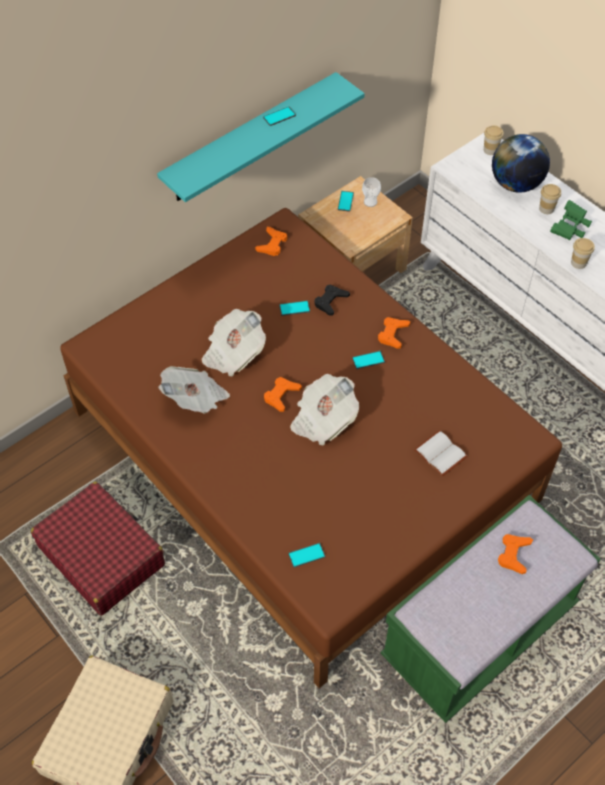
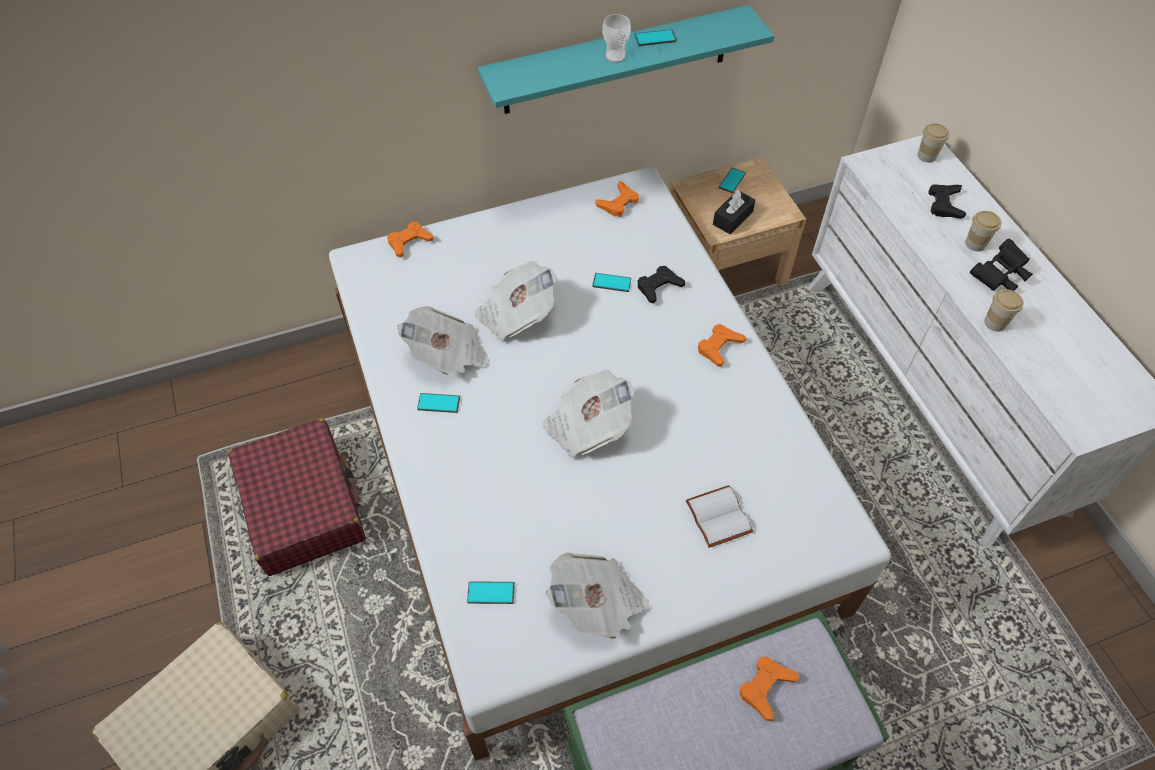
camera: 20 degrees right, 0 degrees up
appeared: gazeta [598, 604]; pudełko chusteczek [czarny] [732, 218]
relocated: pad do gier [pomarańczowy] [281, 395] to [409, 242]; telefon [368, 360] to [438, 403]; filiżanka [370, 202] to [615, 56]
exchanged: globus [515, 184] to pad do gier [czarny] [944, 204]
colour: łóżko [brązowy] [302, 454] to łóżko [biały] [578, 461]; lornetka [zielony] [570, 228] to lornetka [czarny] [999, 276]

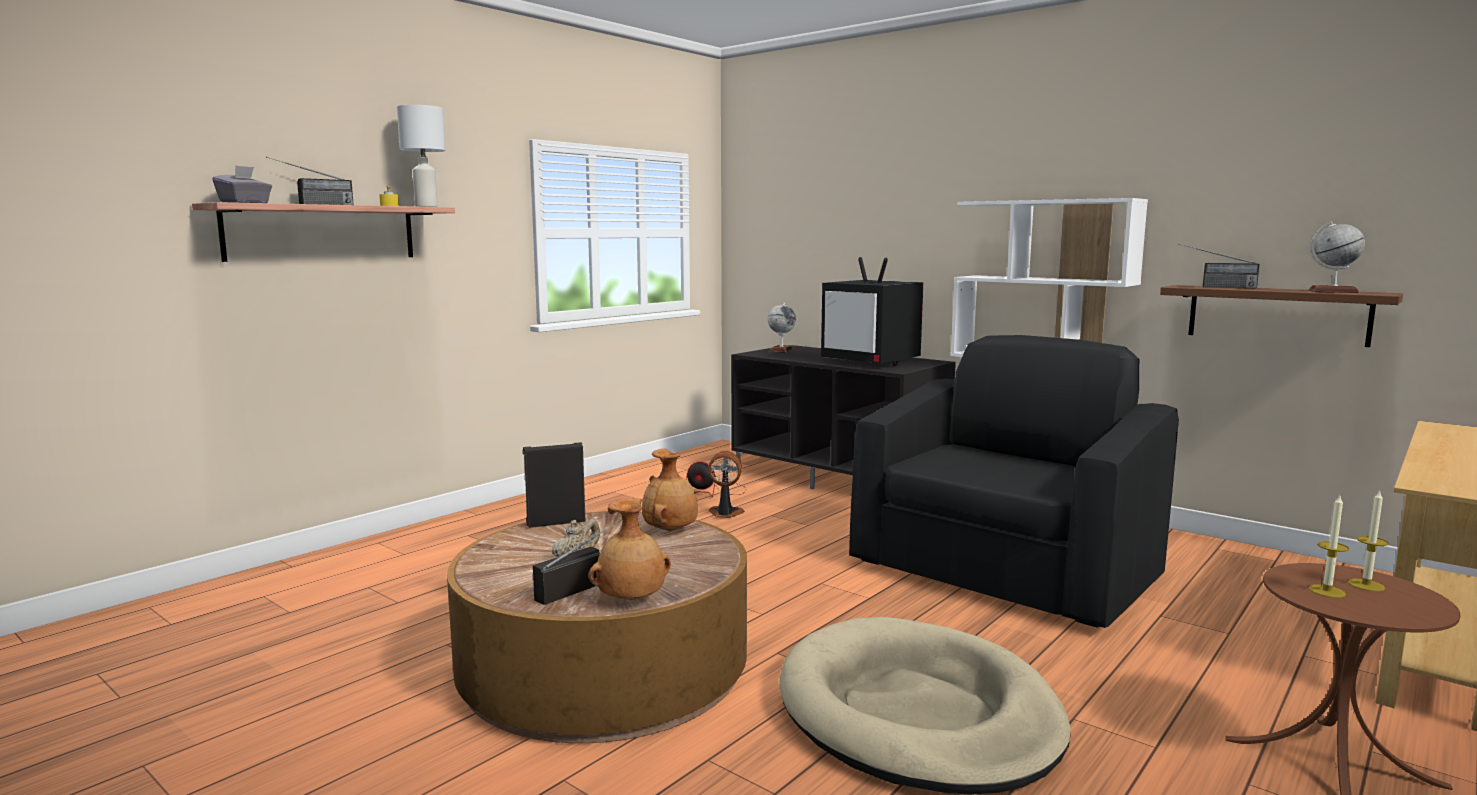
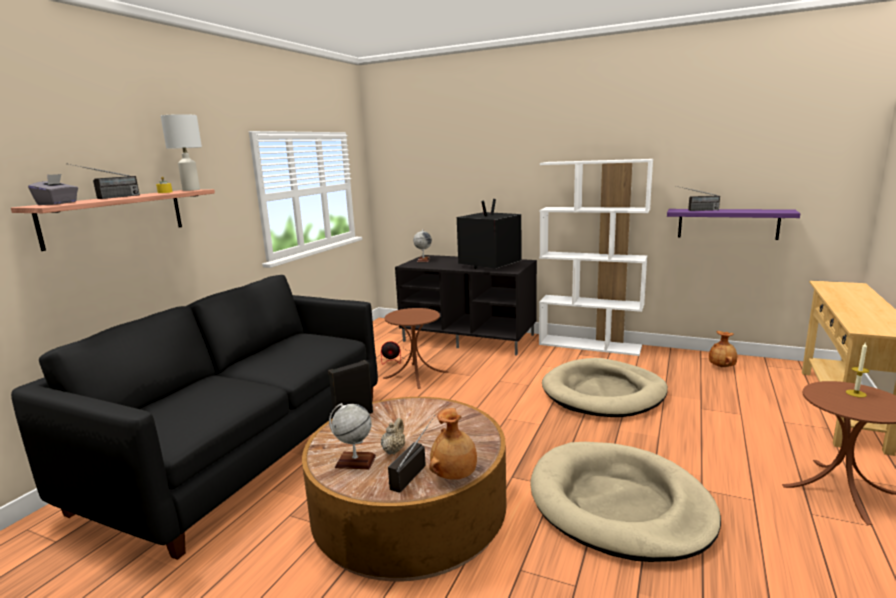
camera: 15 degrees left, 5 degrees up
missing: świeca [1327, 591]
appeared: kanapa [czarny] [244, 449]
relocated: wazon [brązowy] [671, 530] to [722, 367]; globus [1333, 291] to [355, 461]
exchanged: wentylator [725, 514] to stolik [brązowy] [415, 375]; fotel [czarny] [1003, 573] to legowisko [beżowy] [603, 393]
colour: półka [brązowy] [1277, 314] to półka [fioletowy] [727, 224]
spun: telewizor [871, 362] = [489, 265] 105 degrees clockwise

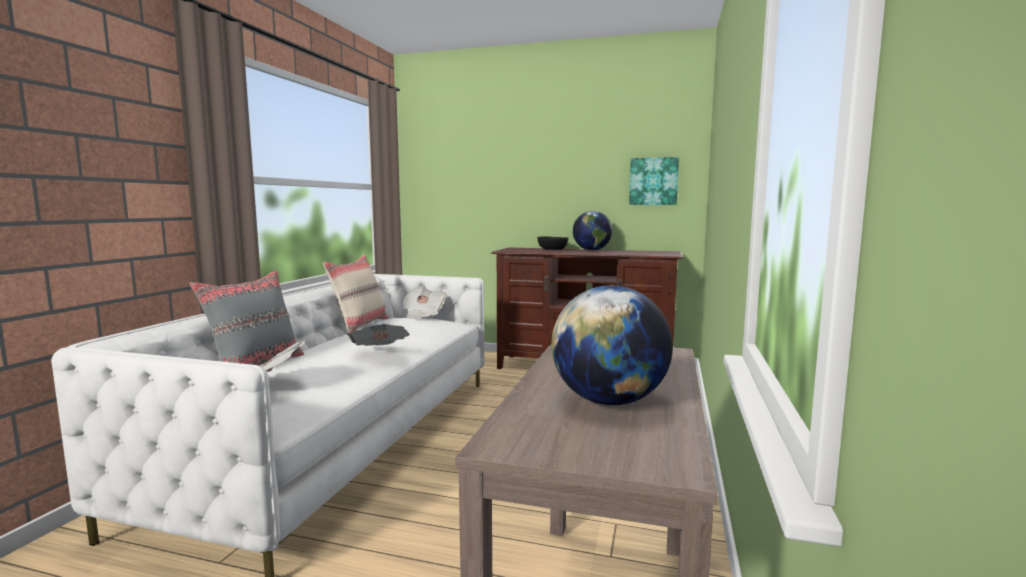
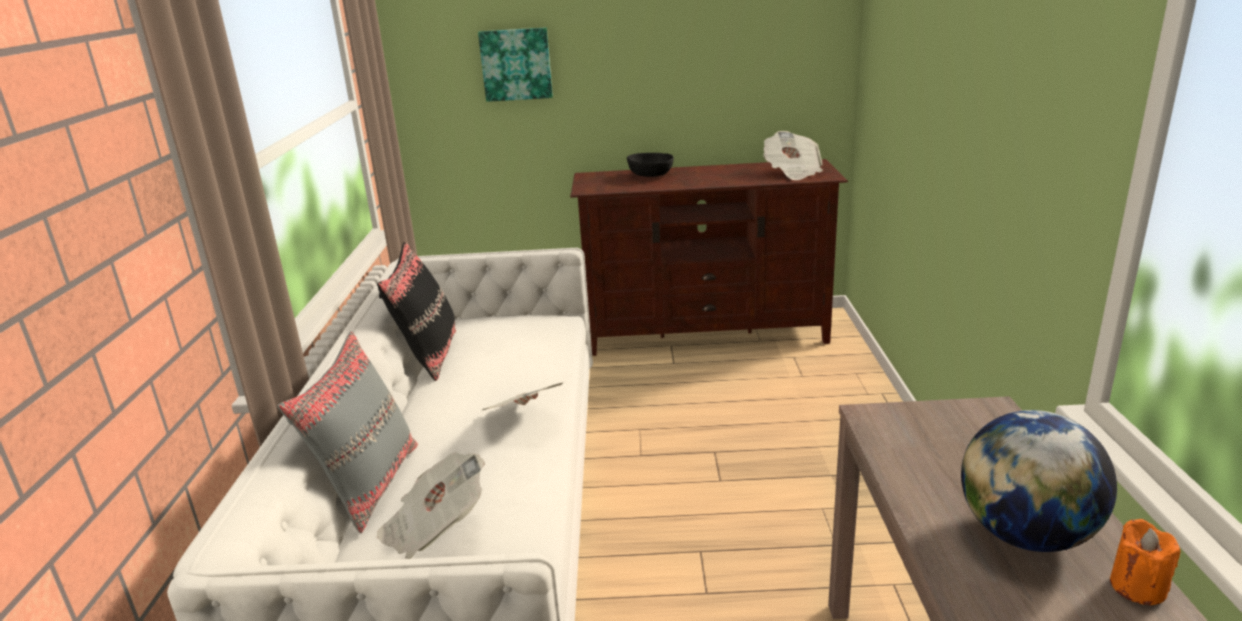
camera: 15 degrees left, 15 degrees up
missing: globus [592, 250]
appeared: świeca [pomarańczowy] [1137, 587]
relocated: gazeta [423, 314] to [792, 172]; obraz [653, 181] to [516, 64]
colour: poduszka [beżowy] [359, 325] to poduszka [czarny] [428, 355]

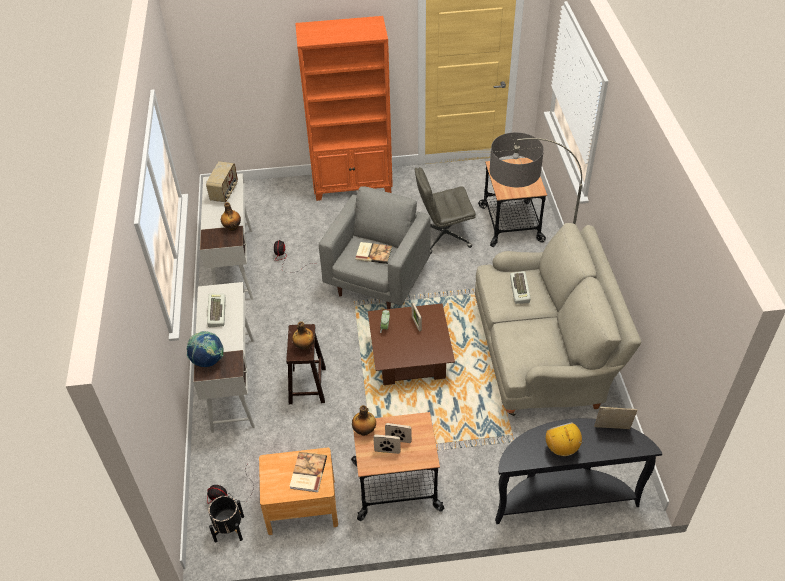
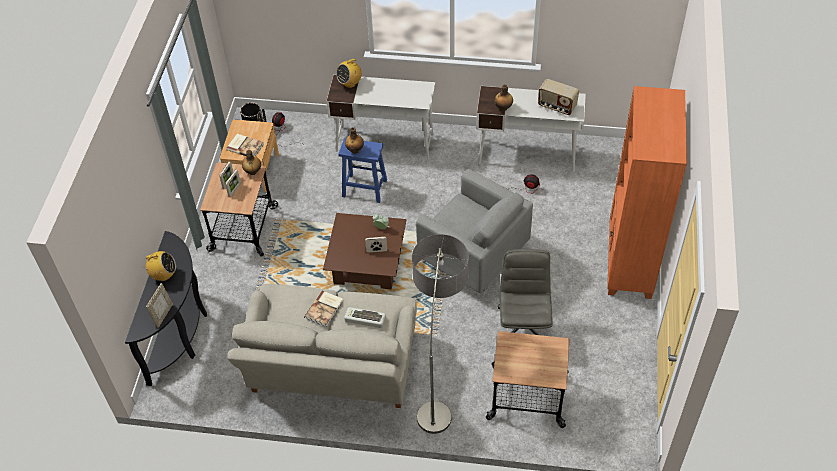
camera: 105 degrees right, 5 degrees up
missing: klawiatura [216, 312]
relocated: książka [373, 253] to [325, 309]
exchanged: globus [208, 361] to radio [350, 83]
colour: stołek [brązowy] [307, 386] to stołek [niebieski] [363, 188]

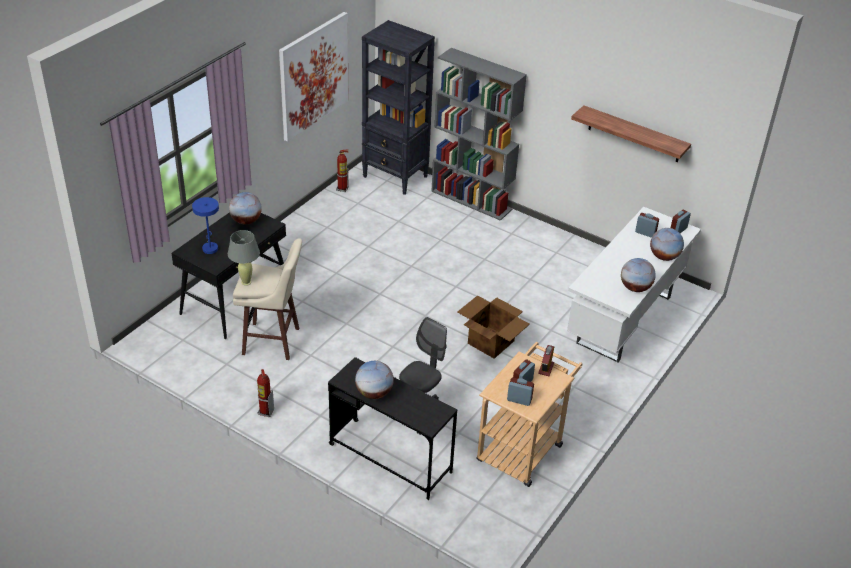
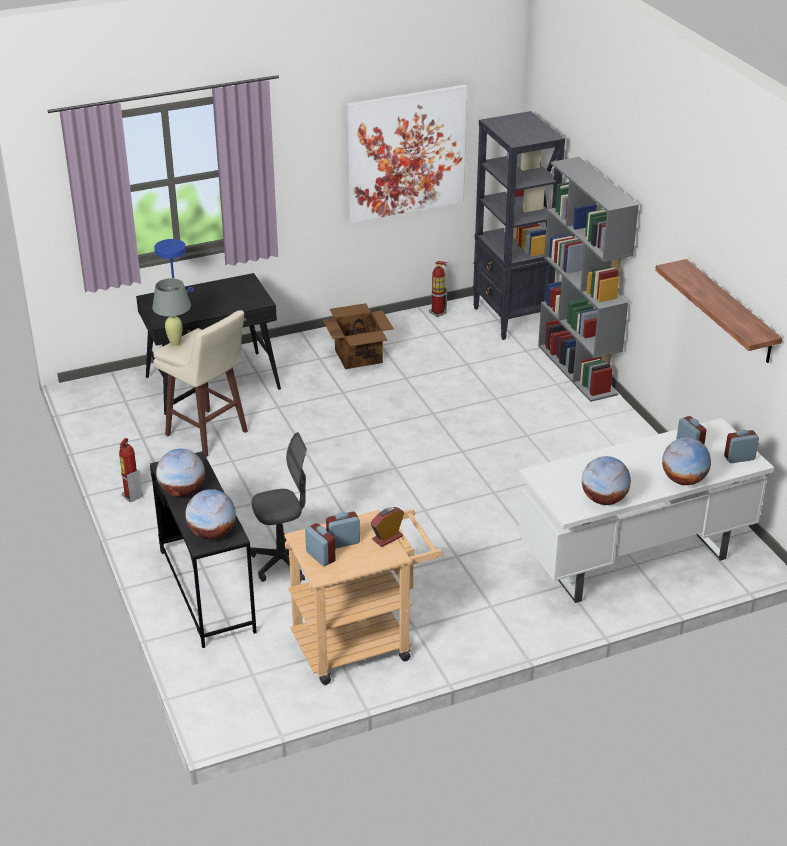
camera: 35 degrees right, 5 degrees down
relocated: globus [246, 221] to [212, 533]; karton [490, 341] to [358, 356]

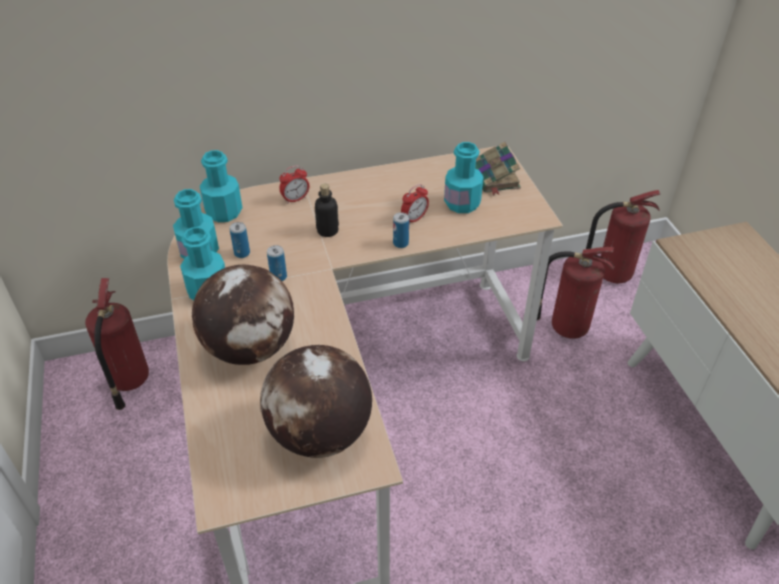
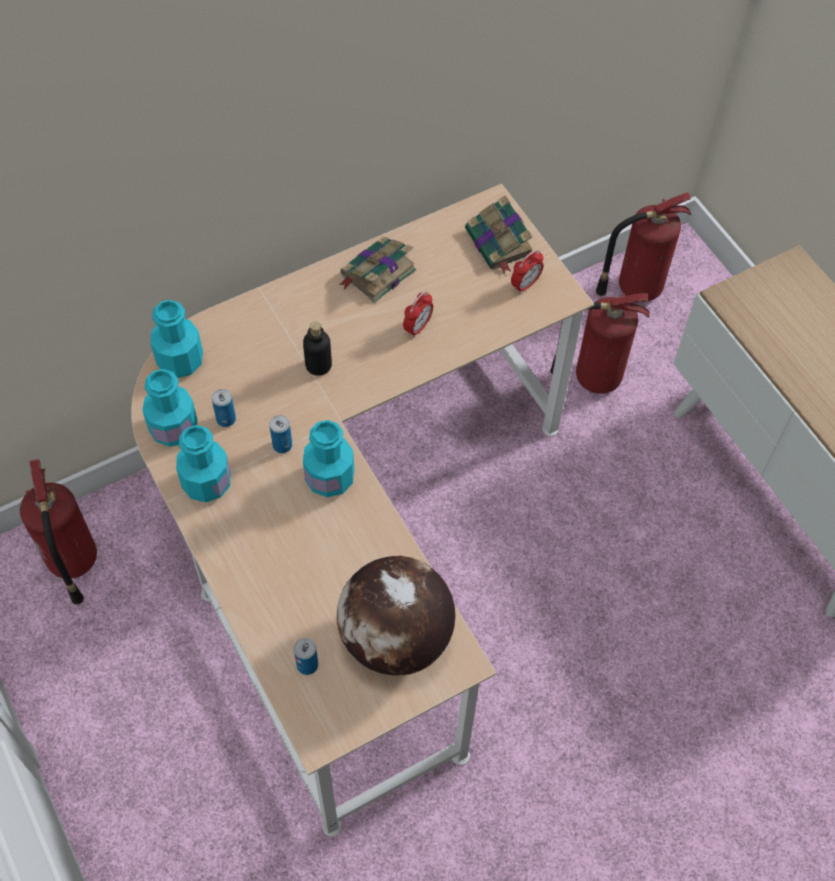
camera: 15 degrees left, 15 degrees up
missing: globus [250, 348]
appeared: książka [377, 273]
relocated: budzik [295, 199] to [525, 284]; puszka [400, 243] to [307, 665]; butelka [turkusowy] [462, 203] to [330, 478]

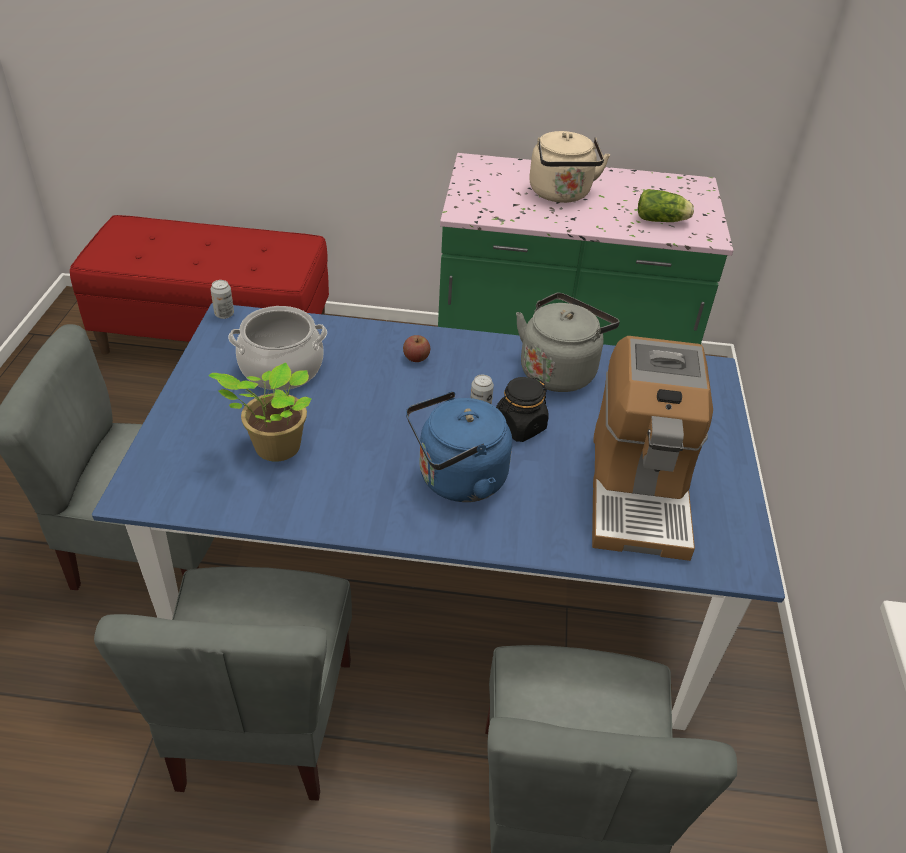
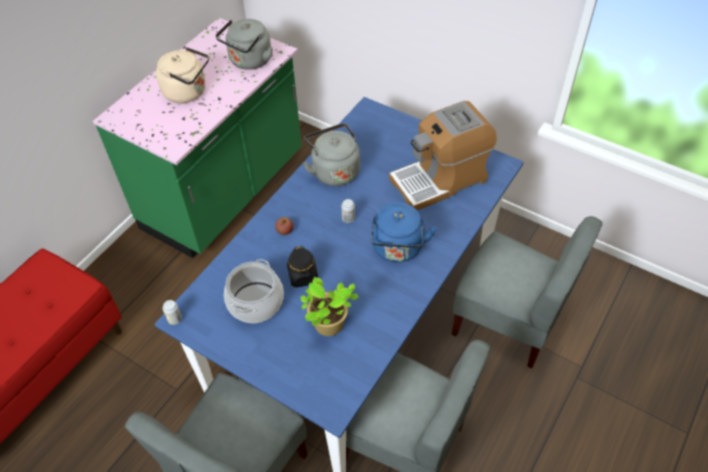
camera: 60 degrees left, 10 degrees up
relocated: słoik [czarny] [519, 427] to [303, 276]
exchanged: sałata [662, 220] to czajnik [szary] [249, 61]
spun: ekspres do kawy [638, 490] = [440, 180] 120 degrees clockwise

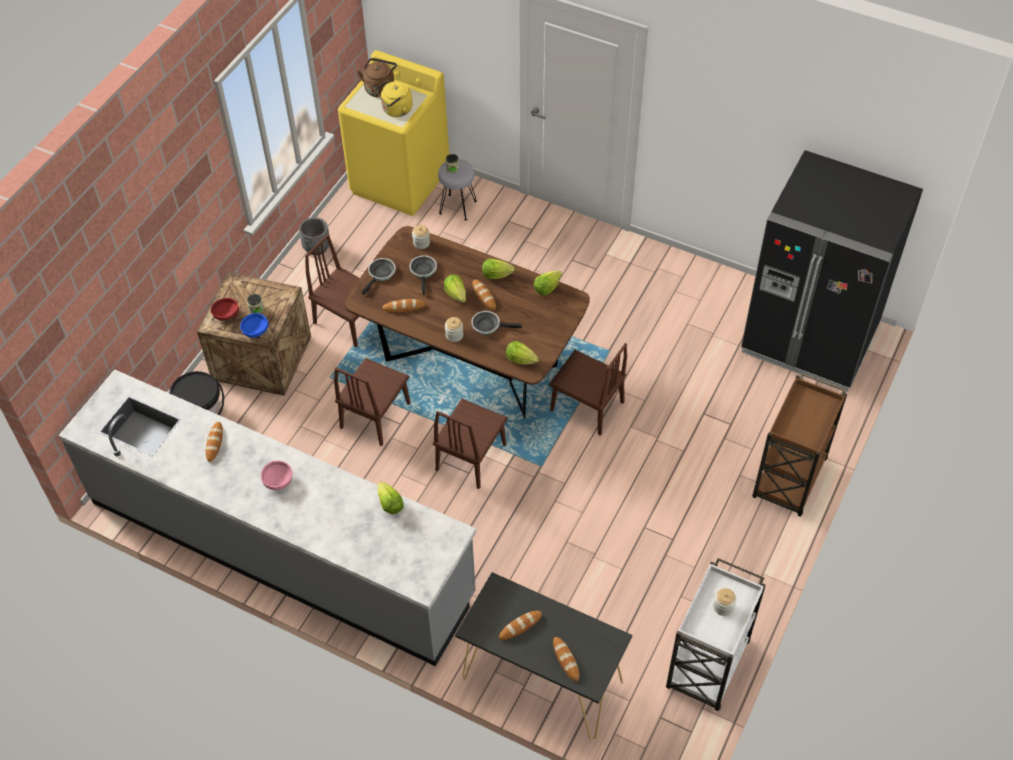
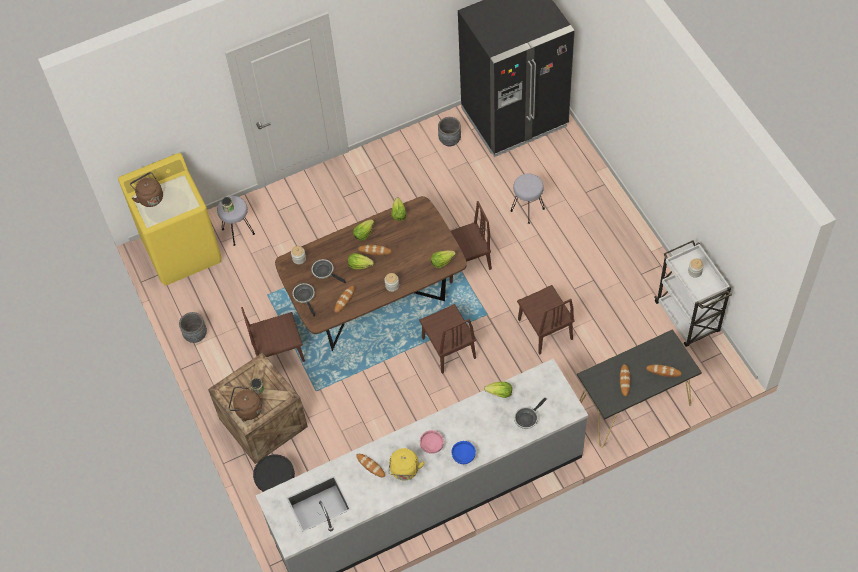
camera: 50 degrees left, 5 degrees up
missing: wózek [brązowy] [789, 480]
appeared: donica [szary] [450, 140]; stołek [szary] [528, 209]
relocated: miska [niebieski] [255, 331] to [463, 456]; krzesło [brązowy] [375, 415] to [545, 329]; czajnik [żółty] [395, 110] to [405, 471]; patelnia [488, 325] to [527, 418]
exchanged: miska [czerwony] [226, 315] to czajnik [brązowy] [247, 410]

